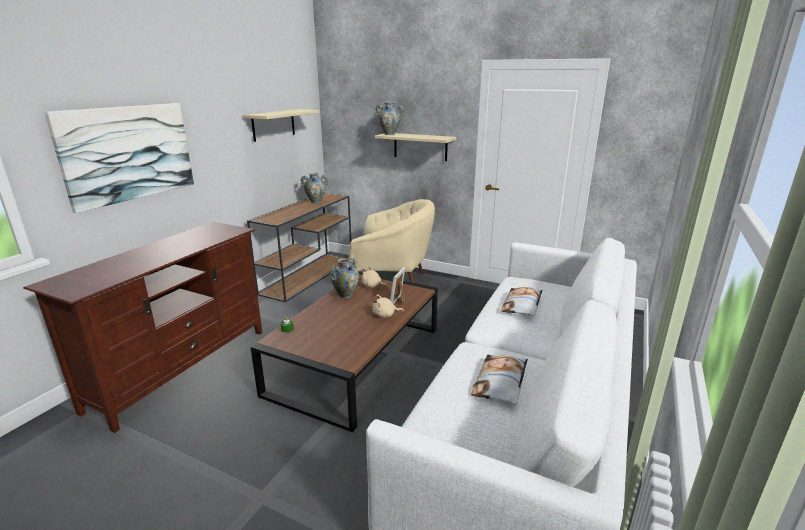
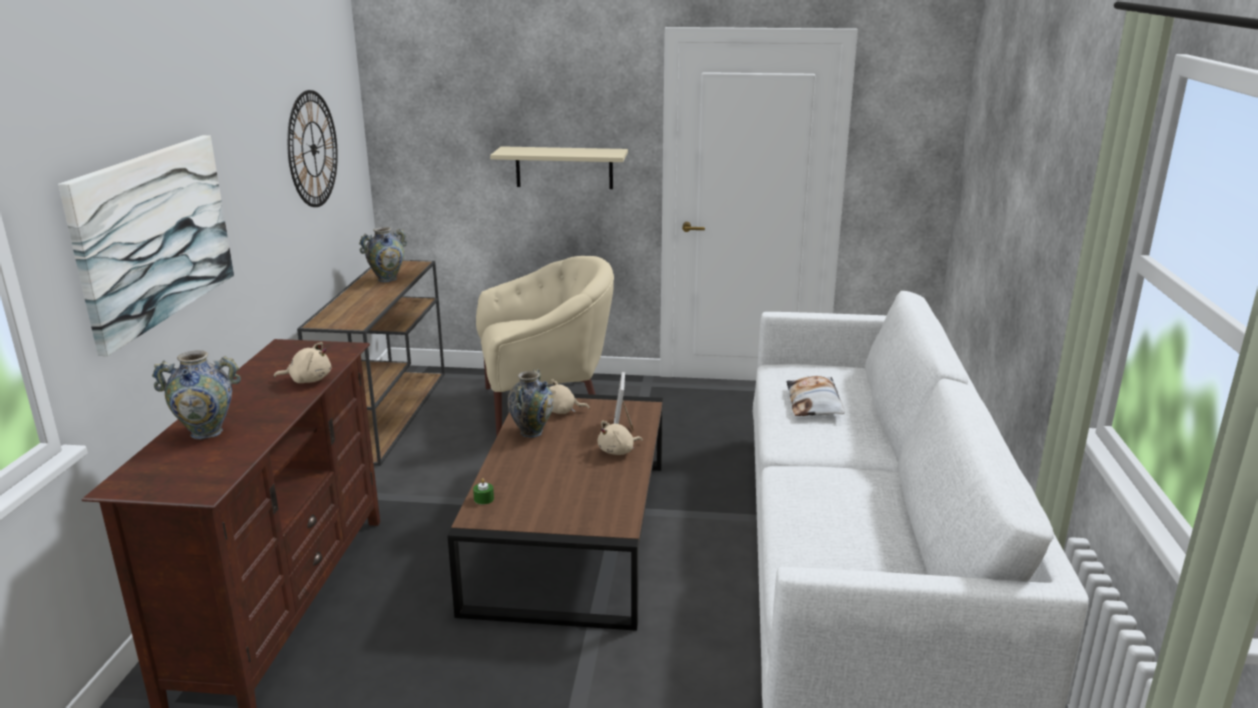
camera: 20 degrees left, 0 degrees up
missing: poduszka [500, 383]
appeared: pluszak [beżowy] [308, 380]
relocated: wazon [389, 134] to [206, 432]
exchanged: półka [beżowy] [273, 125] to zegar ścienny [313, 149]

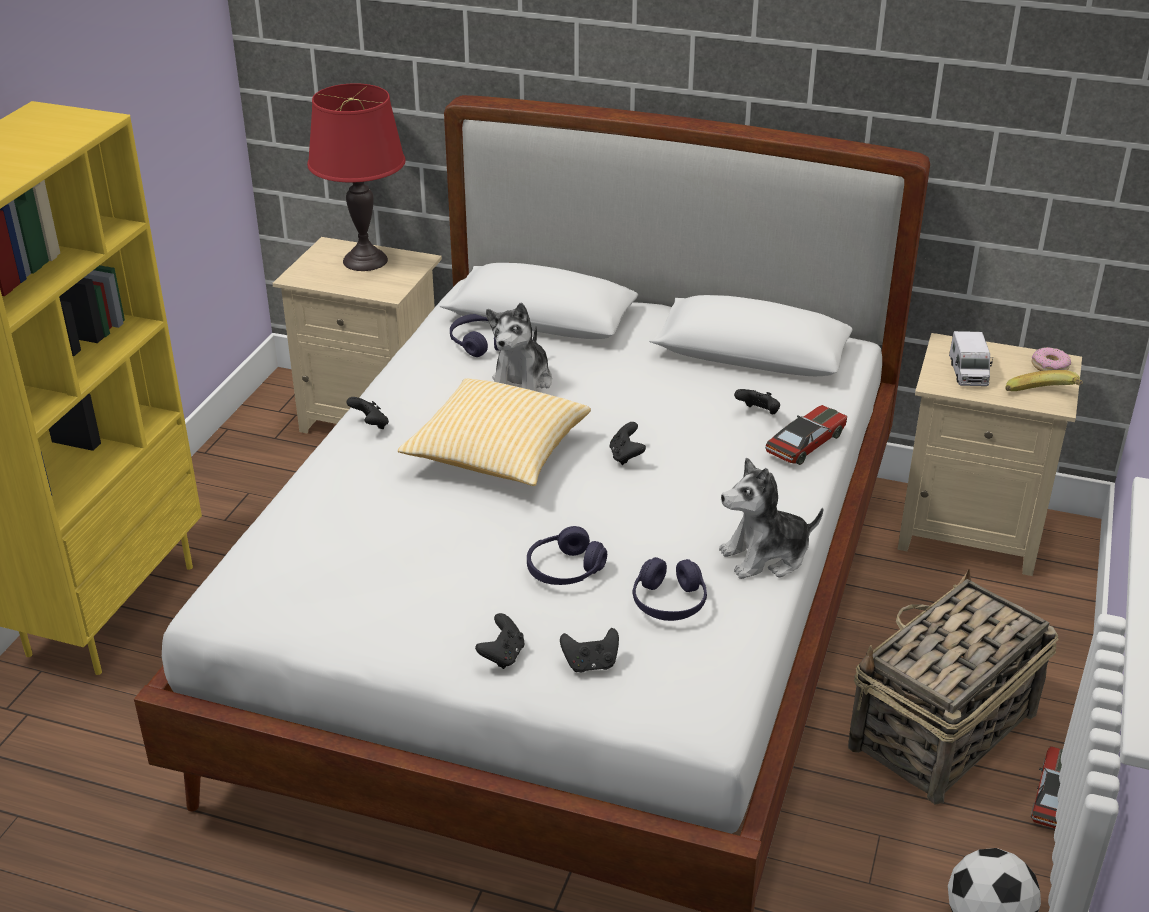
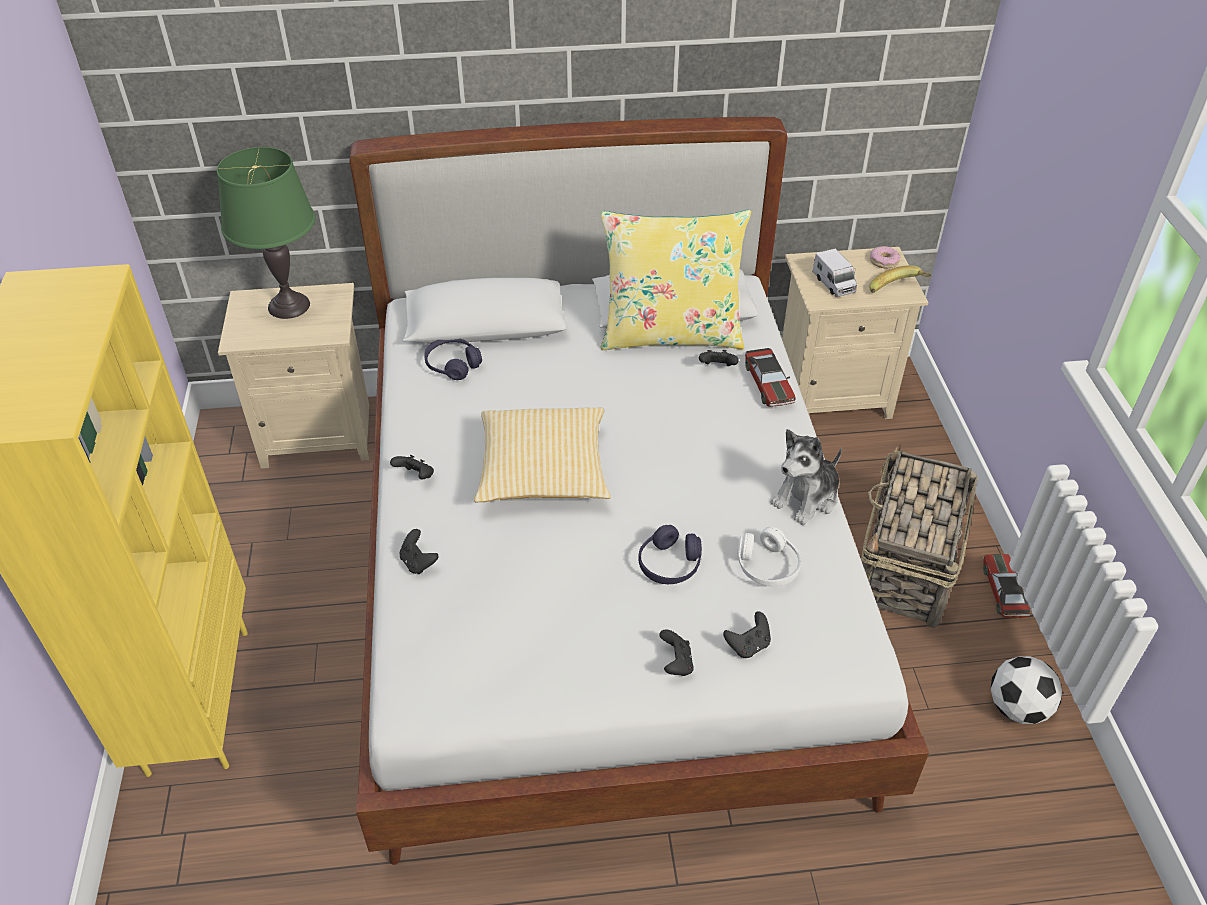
camera: 25 degrees left, 10 degrees up
missing: pluszak [521, 383]
appeared: poduszka [żółty] [671, 334]
relocated: pad do gier [czarny] [626, 456] to [418, 562]
colour: lampa stołowa [czerwony] [365, 260] to lampa stołowa [zielony] [288, 306]; słuchawki [fioletowy] [669, 602] to słuchawki [biały] [767, 566]
spun: samochodzik [805, 443] = [768, 384] 150 degrees clockwise

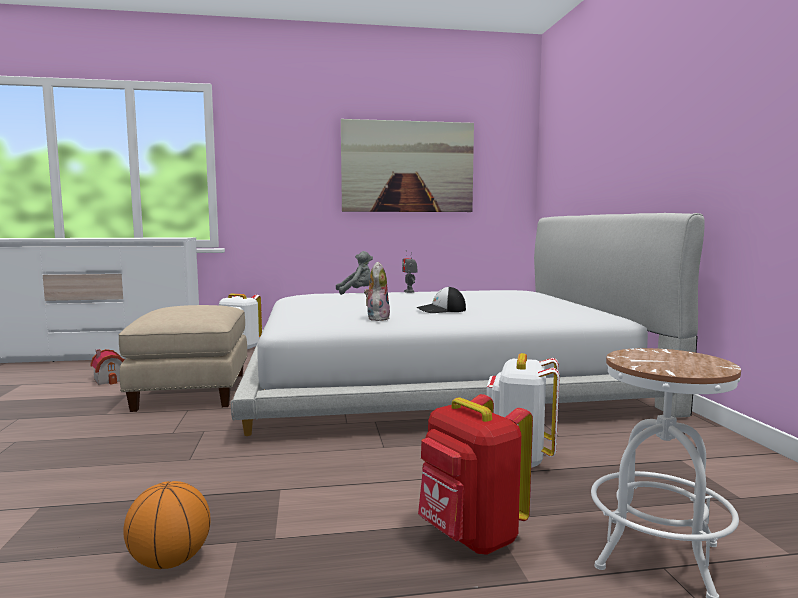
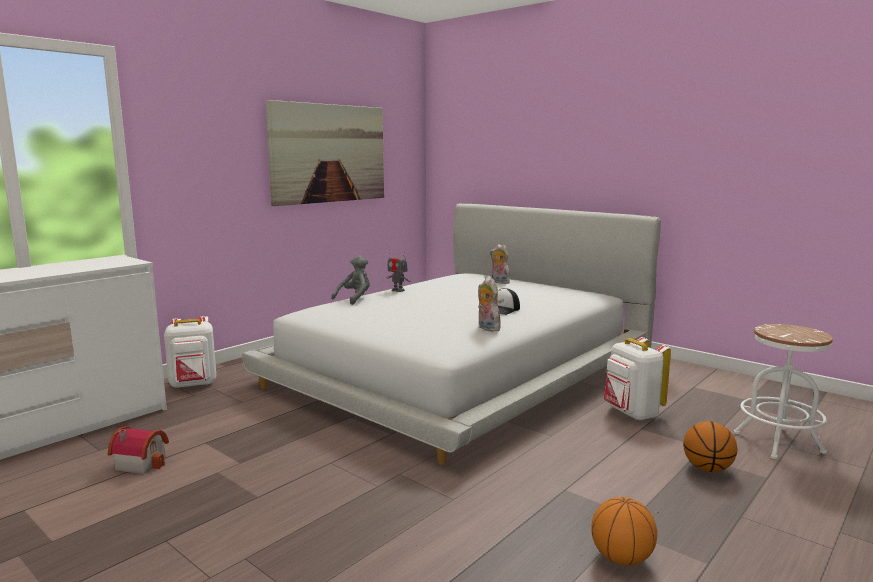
camera: 40 degrees left, 5 degrees up
missing: pufa [beżowy] [193, 391]
appeared: pluszak [499, 282]
exchanged: plecak [czerwony] [470, 537] to piłka do koszykówki [707, 469]

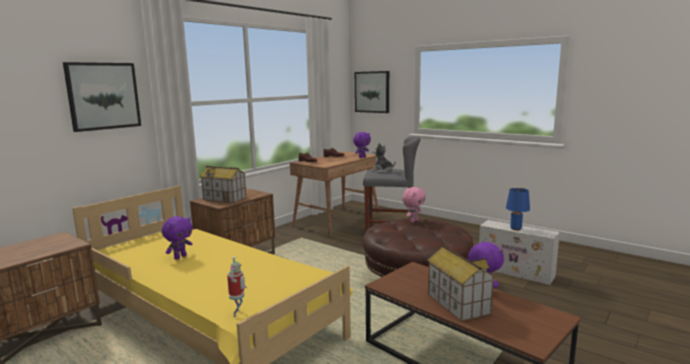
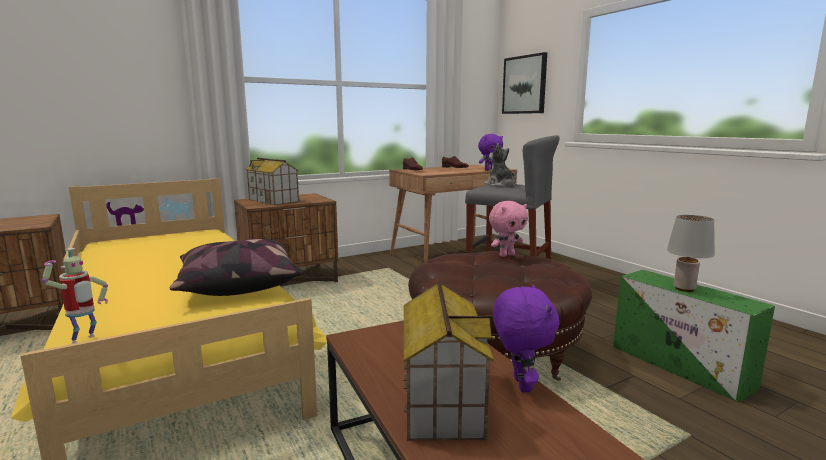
camera: 20 degrees right, 0 degrees up
missing: obraz [103, 96]; pluszak [fioletowy] [180, 257]
appeared: poduszka [238, 285]
colour: pojemnik do przechowywania [biały] [516, 272] to pojemnik do przechowywania [zielony] [682, 367]; lampa stołowa [niebieski] [516, 228] to lampa stołowa [szary] [684, 289]

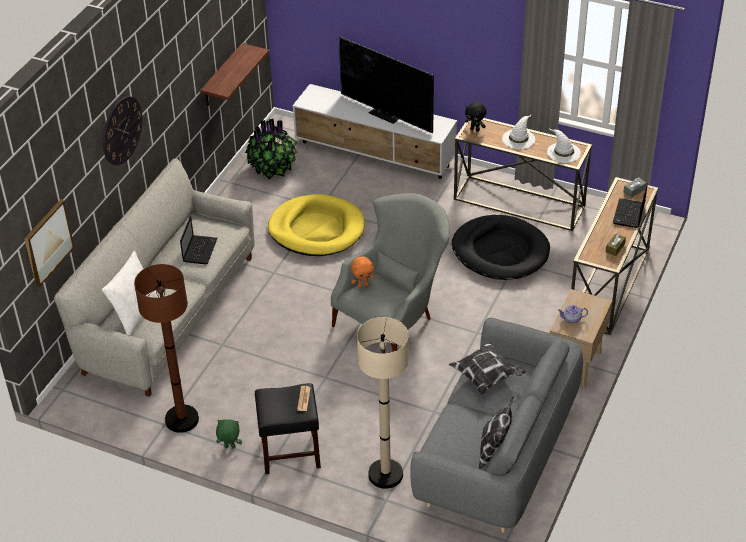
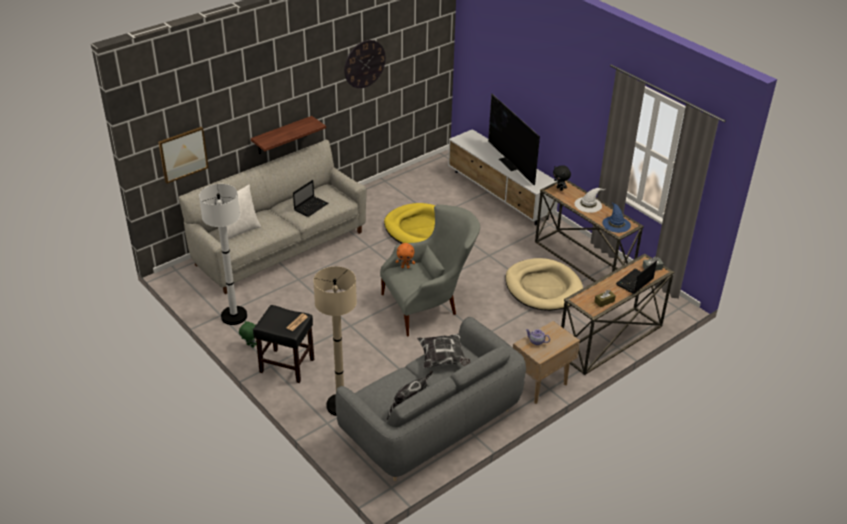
camera: 25 degrees right, 5 degrees down
missing: roślina doniczkowa [273, 168]
relocated: zegar ścienny [122, 130] to [364, 64]; półka [222, 76] to [282, 135]
colour: lampa stojąca [brązowy] [182, 419] to lampa stojąca [biały] [234, 316]; legowisko [czarny] [500, 251] to legowisko [beżowy] [543, 288]; kapelusz [biały] [563, 152] to kapelusz [niebieski] [616, 224]

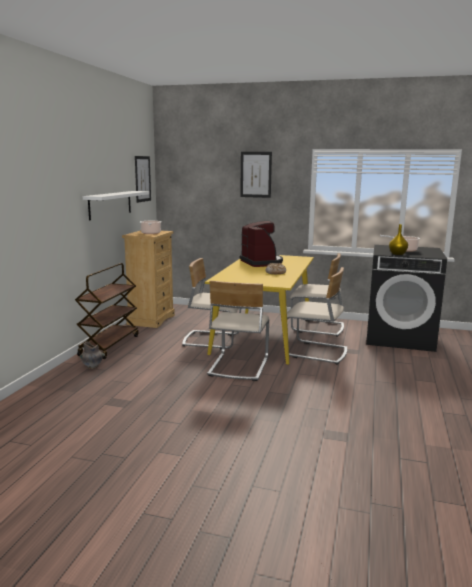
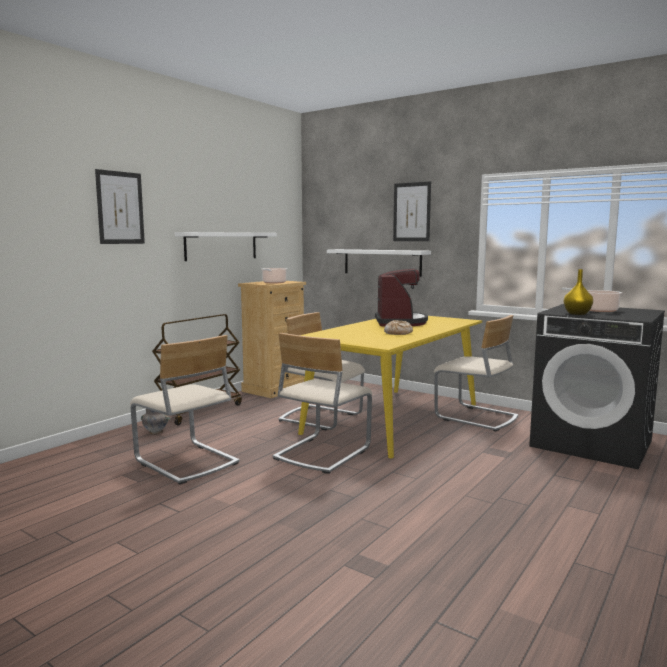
camera: 20 degrees right, 5 degrees down
appeared: półka [biały] [382, 262]
relocated: obraz [142, 179] to [120, 208]; krzesło [beżowy] [316, 352] to [186, 462]

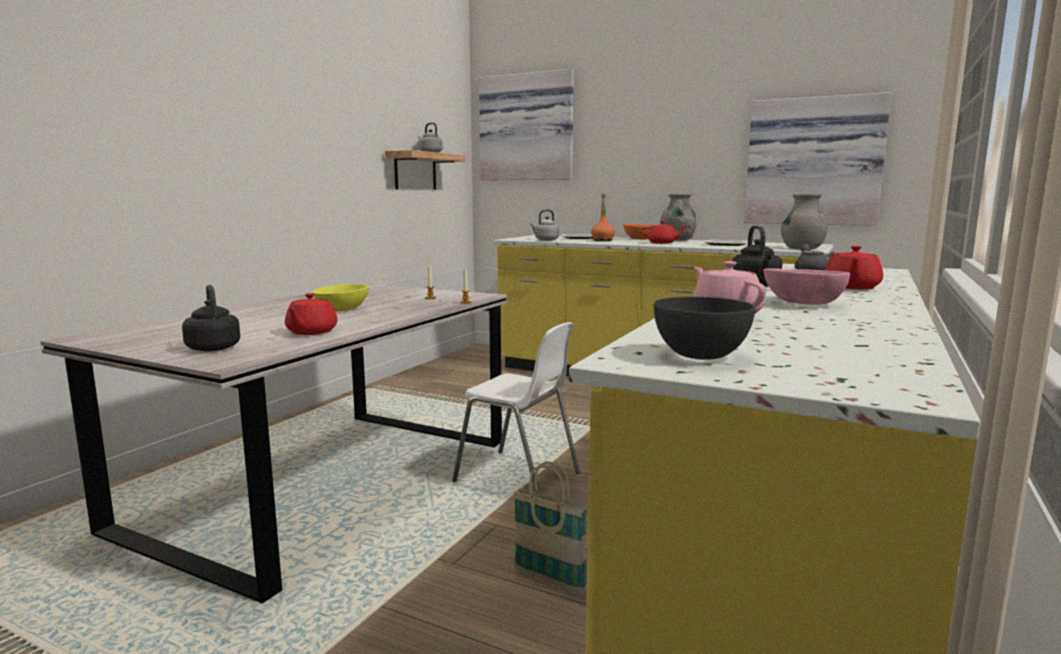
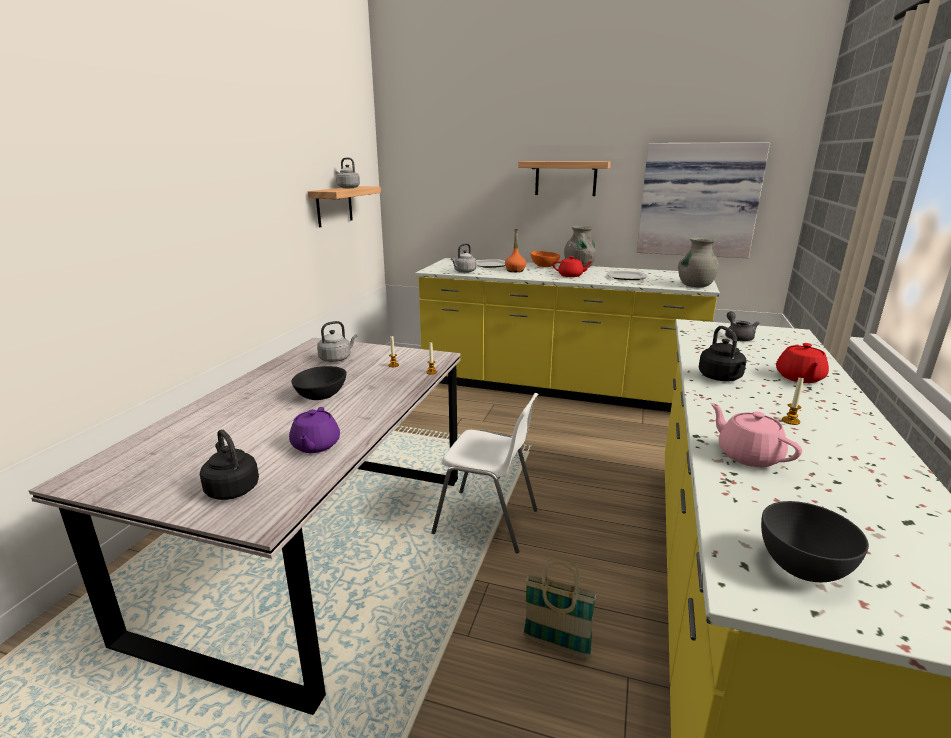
camera: 10 degrees left, 10 degrees up
missing: obraz [527, 128]
appeared: czajnik [szary] [336, 358]; półka [565, 178]
exchanged: miska [różowy] [804, 303] to świeca [790, 421]
colour: imbryk [czerwony] [311, 332] to imbryk [fioletowy] [315, 445]; miska [żółty] [342, 310] to miska [czarny] [321, 395]

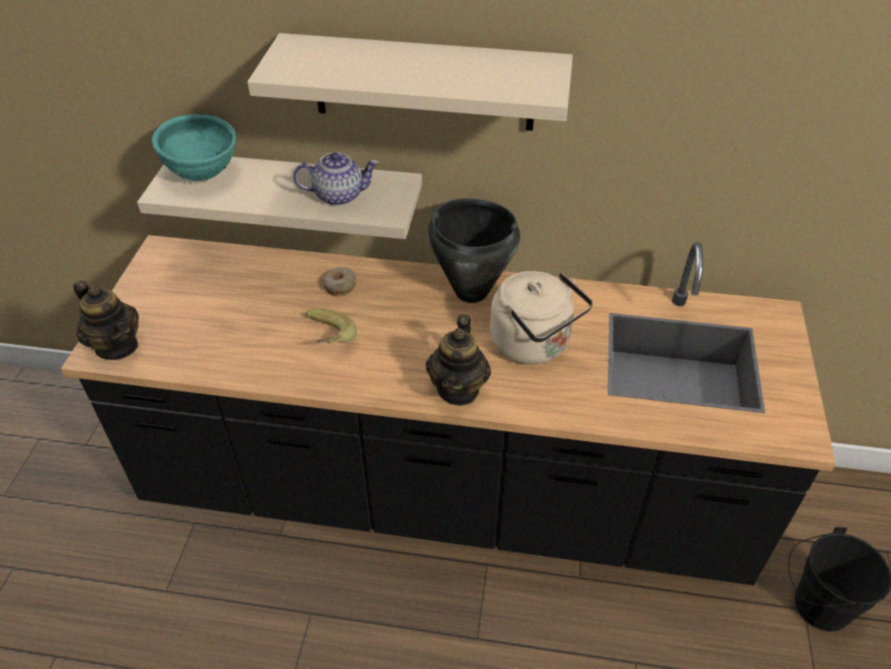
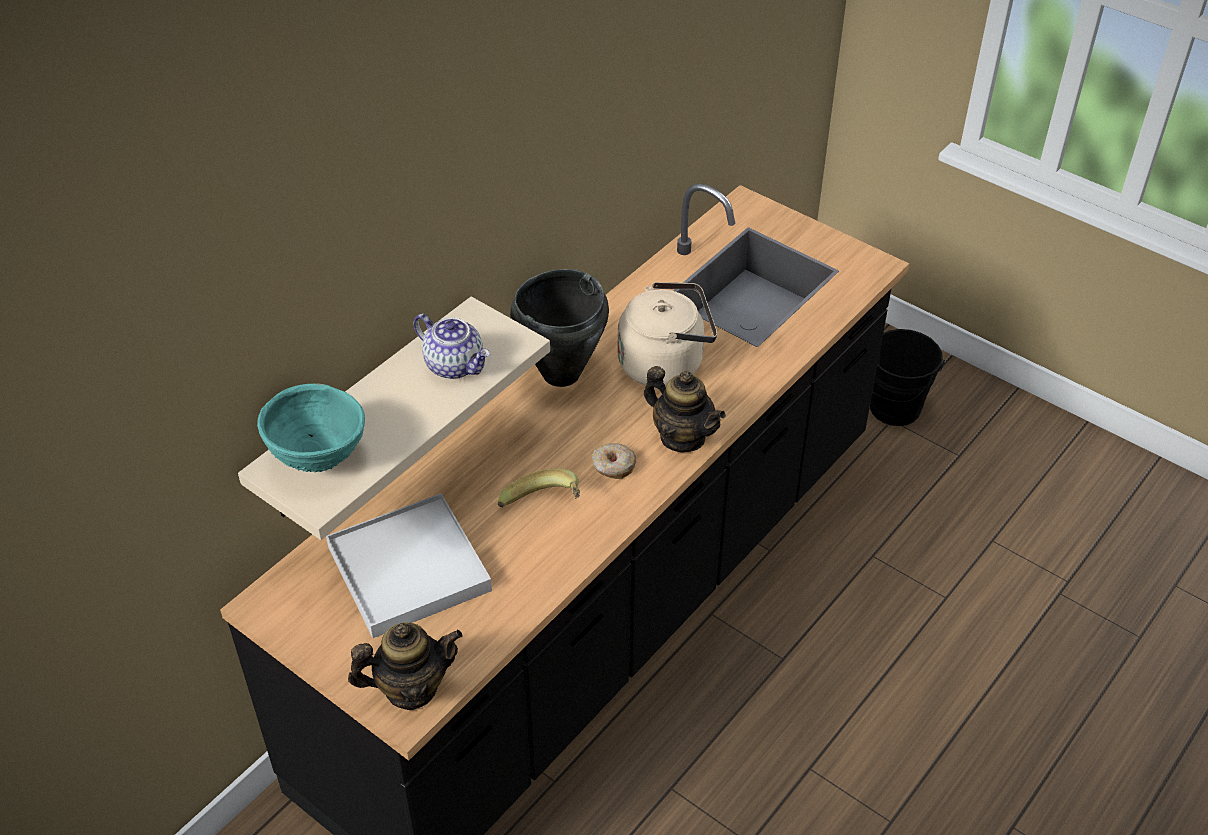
camera: 60 degrees left, 0 degrees up
missing: półka [beżowy] [423, 83]
appeared: taca [biały] [409, 569]
relocated: donut [340, 286] to [613, 466]
spun: imbryk [339, 195] = [455, 365] 105 degrees clockwise

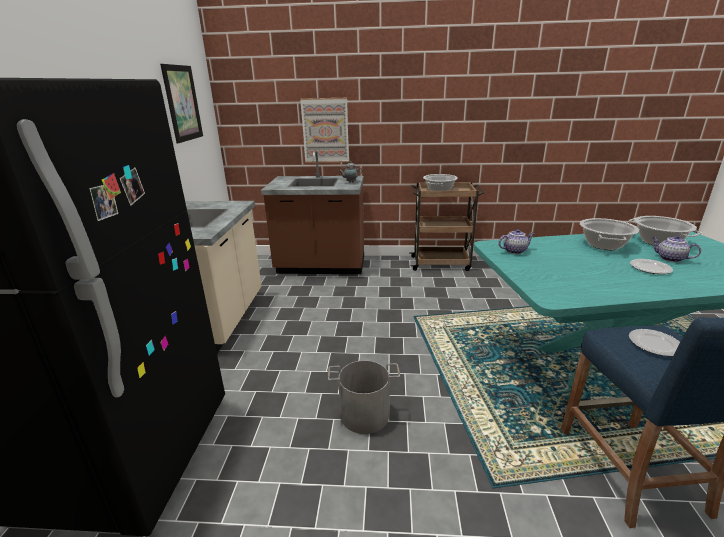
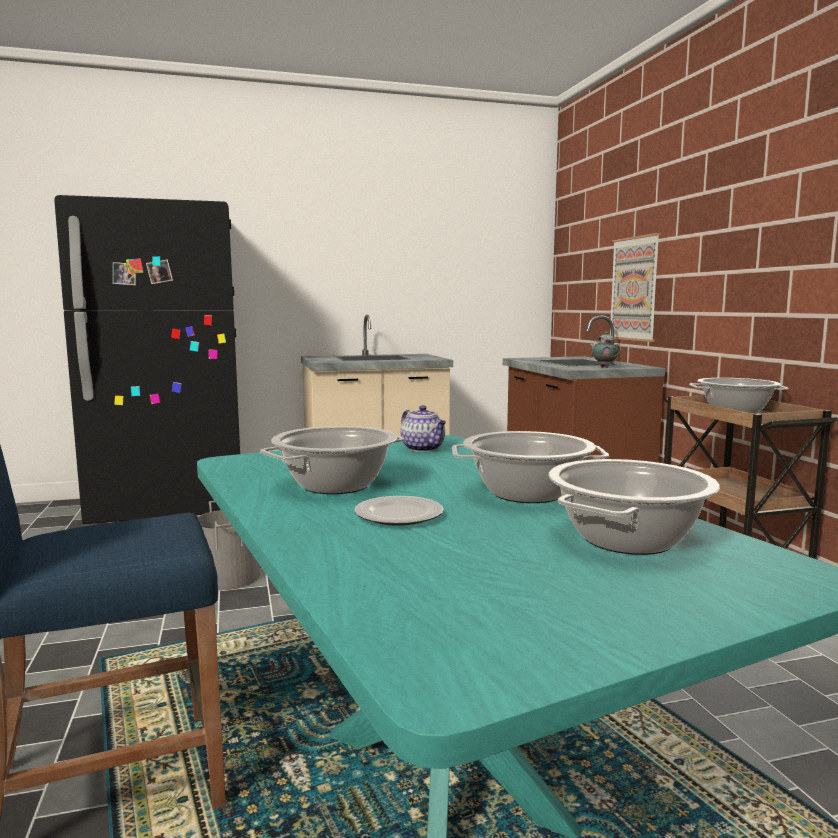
camera: 70 degrees right, 15 degrees down
missing: obraz [182, 103]; talerz [654, 344]; imbryk [670, 258]
appeared: garnek [336, 485]

